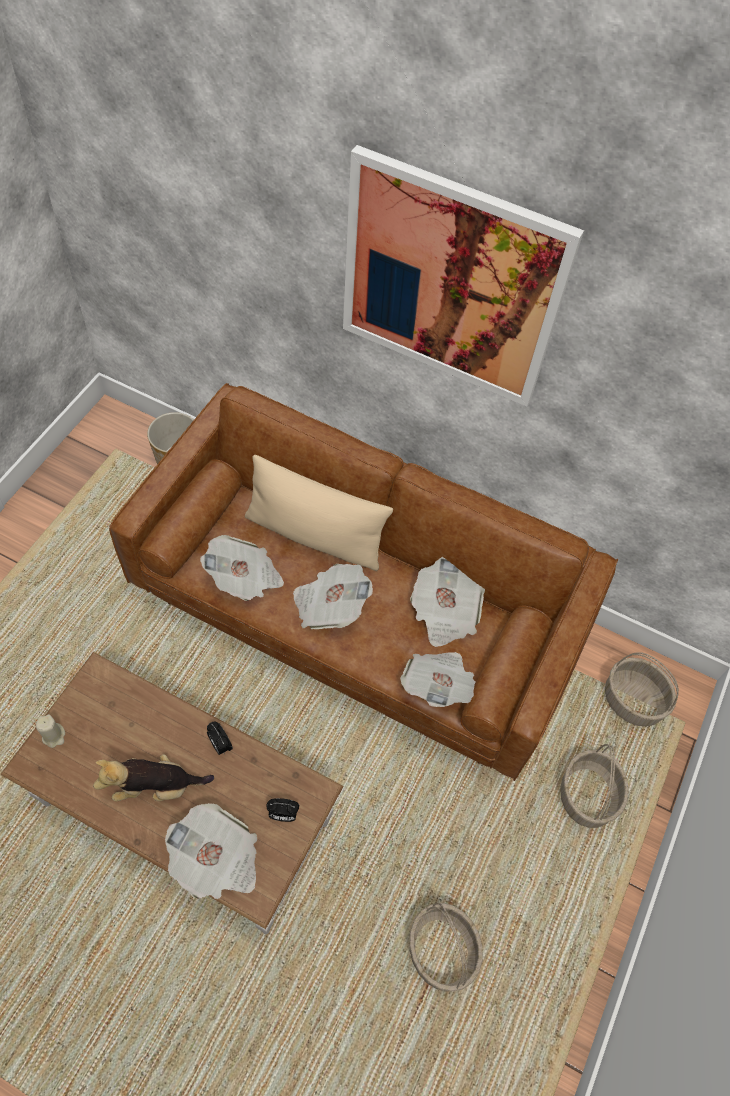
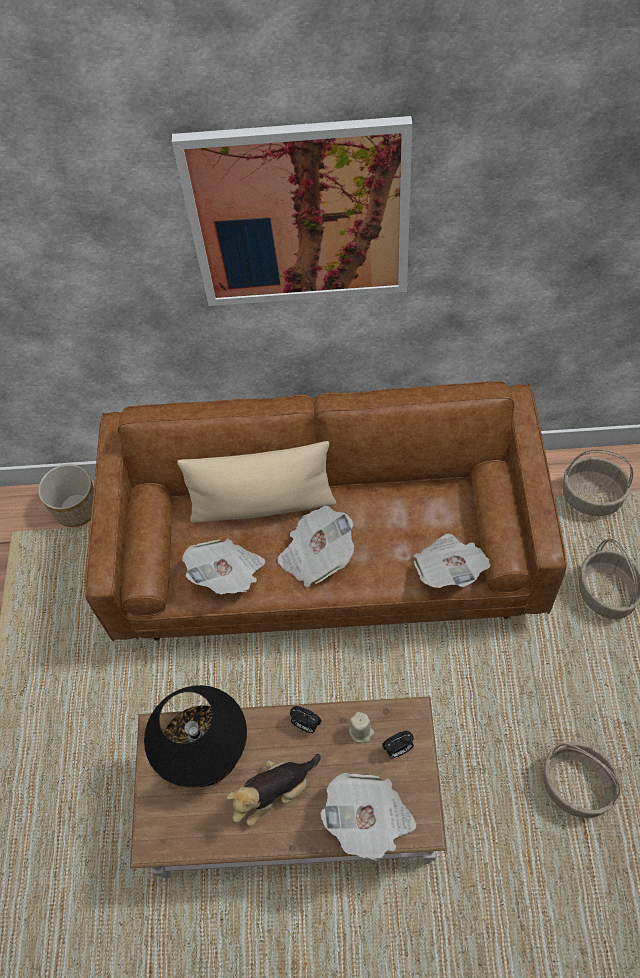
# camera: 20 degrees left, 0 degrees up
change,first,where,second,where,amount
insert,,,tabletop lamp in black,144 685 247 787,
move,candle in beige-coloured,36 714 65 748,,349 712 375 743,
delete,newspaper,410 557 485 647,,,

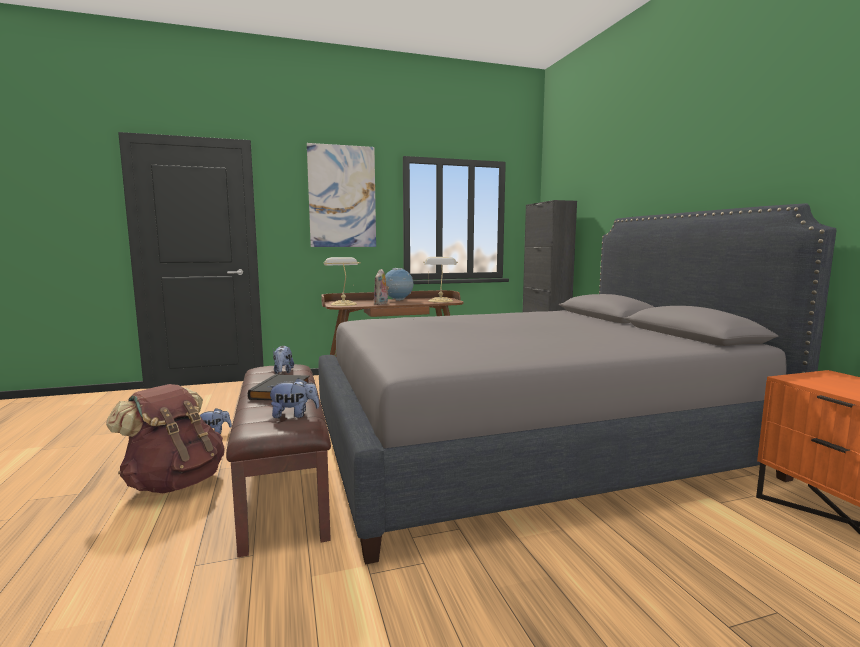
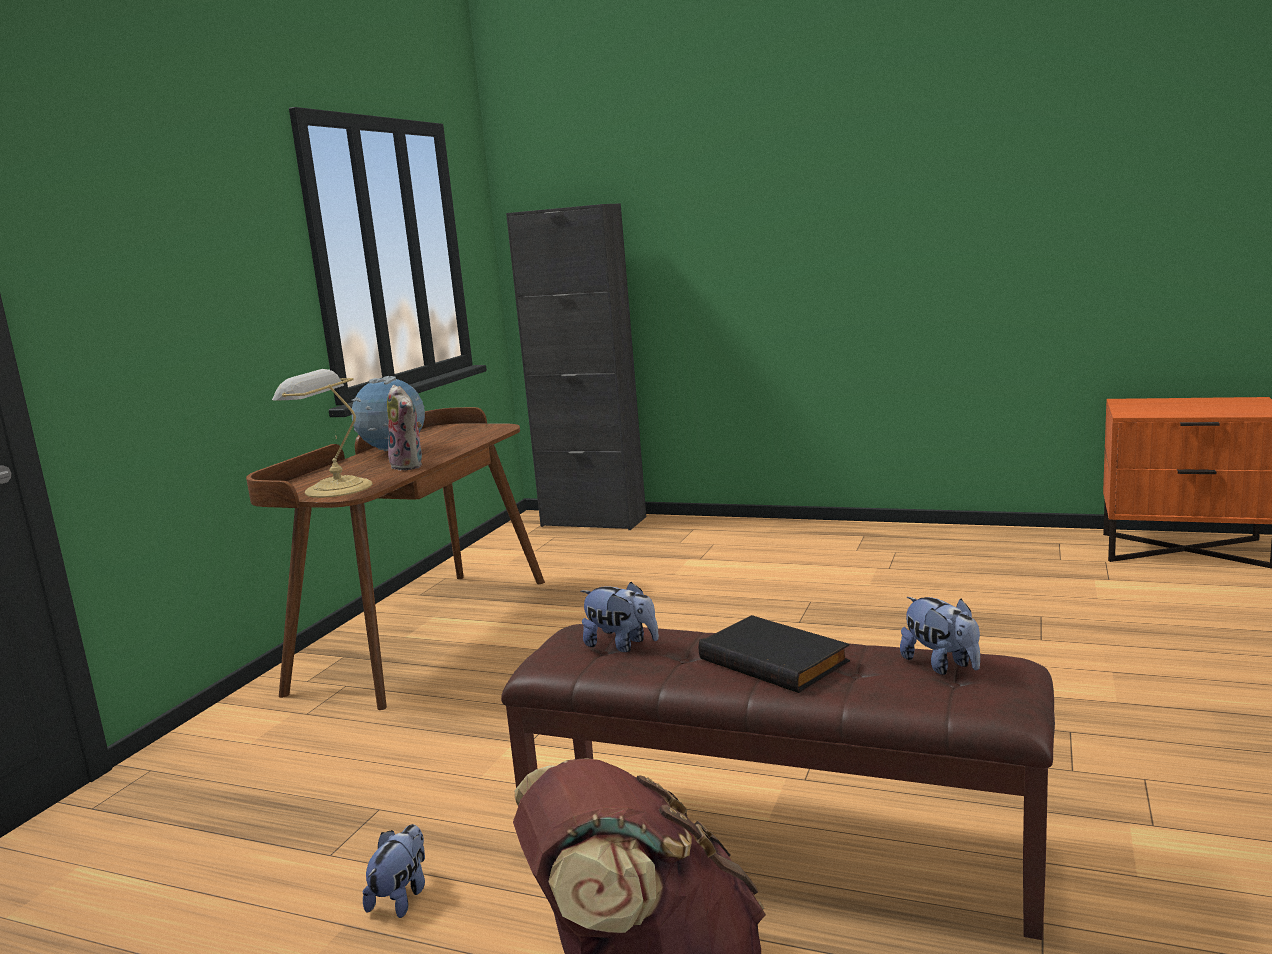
# camera: 50 degrees left, 5 degrees up
change,first,where,second,where,amount
rotate,plush toy,267 378 319 418,,900 597 980 675,120 degrees clockwise
delete,wall art,307 143 376 247,,,
delete,bedroom bed in greyish,318 203 836 564,,,
delete,tabletop lamp,423 257 458 303,,,

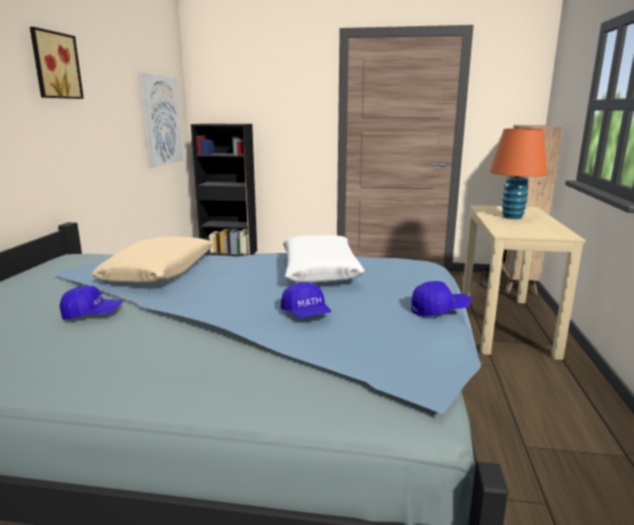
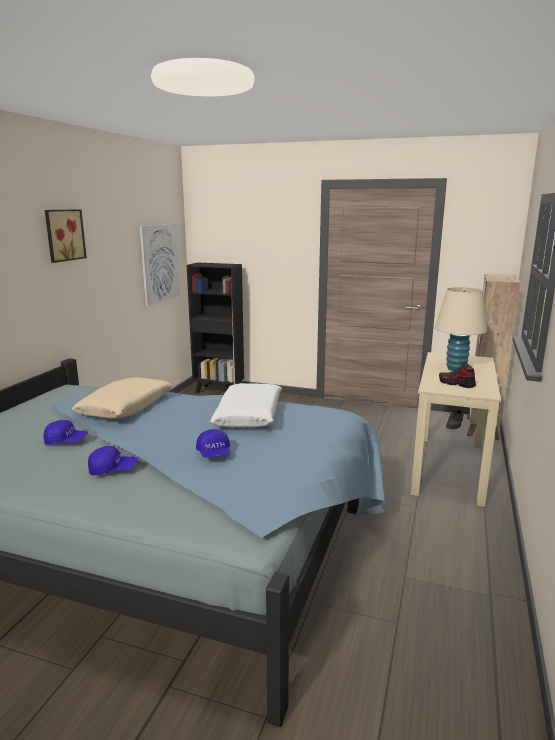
# camera: 10 degrees right, 0 degrees up
change,first,where,second,where,amount
move,peaked cap in blue,411 281 471 317,,88 446 138 475,
recolor,tabletop lamp in orangey,490 128 547 219,tabletop lamp in beige-coloured,435 287 487 371,
insert,,,item of footwear,439 362 476 388,

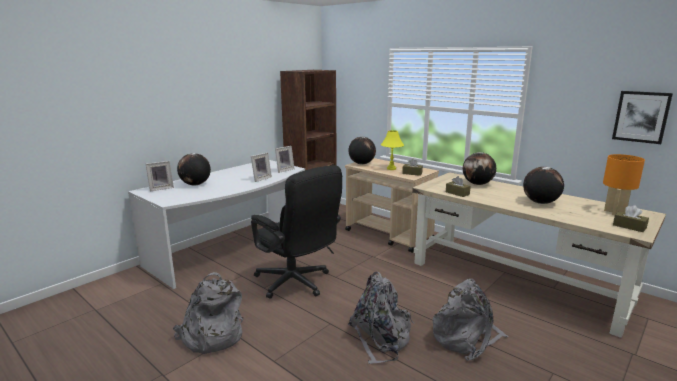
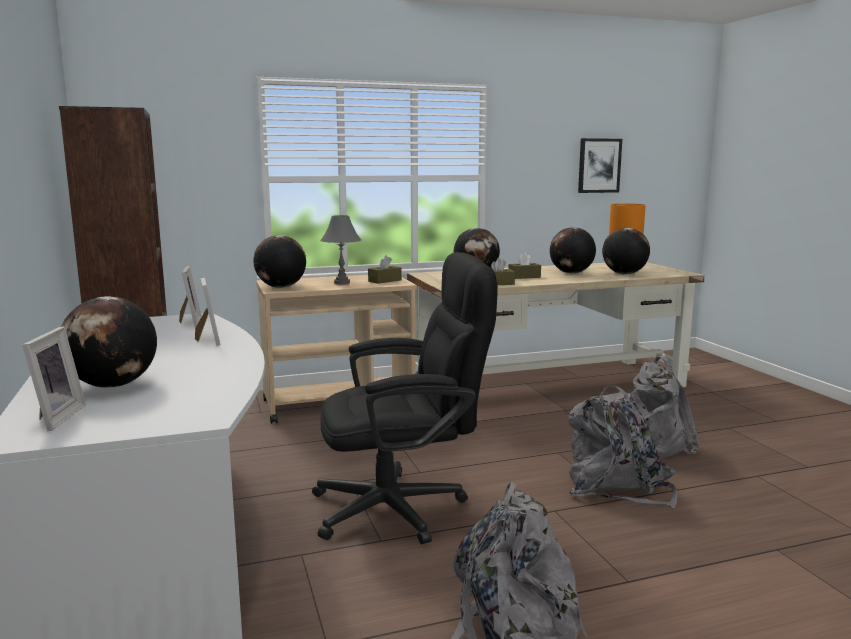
# camera: 60 degrees left, 5 degrees down
change,first,where,second,where,amount
recolor,tabletop lamp in yellow,381 130 404 170,tabletop lamp in greyish,320 215 361 284,
move,tissue holder in brown-coloured,613 205 649 232,,508 252 541 279,
insert,,,desk globe,602 228 650 274,

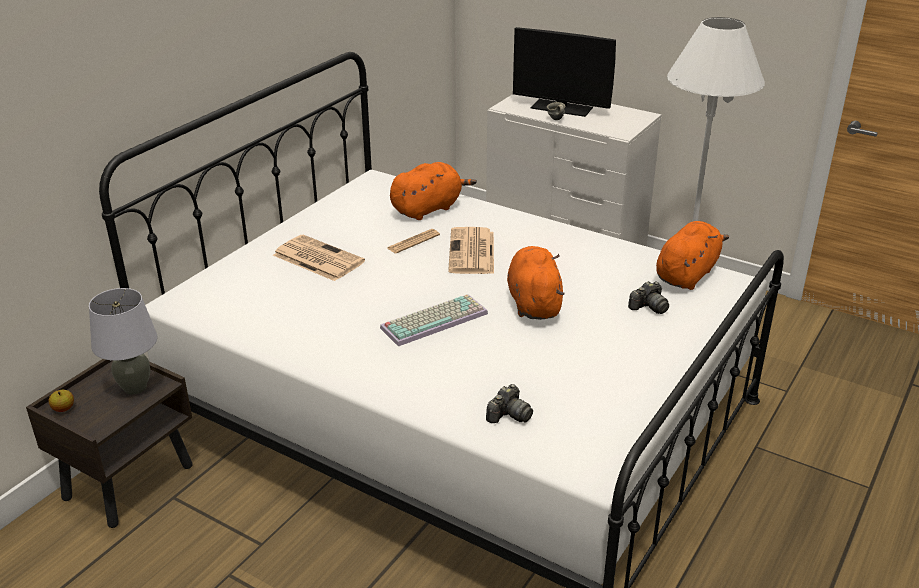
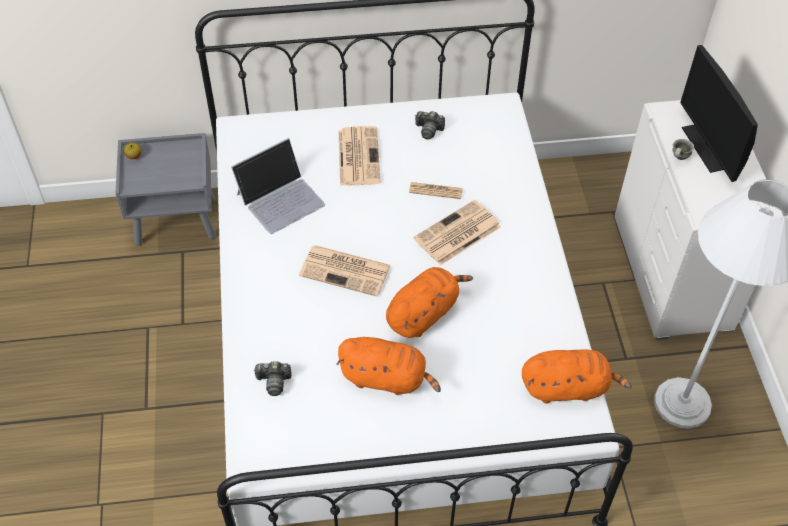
# camera: 50 degrees right, 20 degrees up
change,first,where,second,where,amount
recolor,night table in brown-coloured,26 359 193 528,night table in greyish,116 133 216 246,
insert,,,portable computer,231 138 325 234,
replace,computer keyboard,380 294 488 347,newspaper,299 245 390 297,
move,plush toy in orangey,390 162 477 220,,337 337 441 395,
move,still camera,628 281 669 314,,415 111 445 140,
delete,tabletop lamp in greyish,89 288 157 395,,,

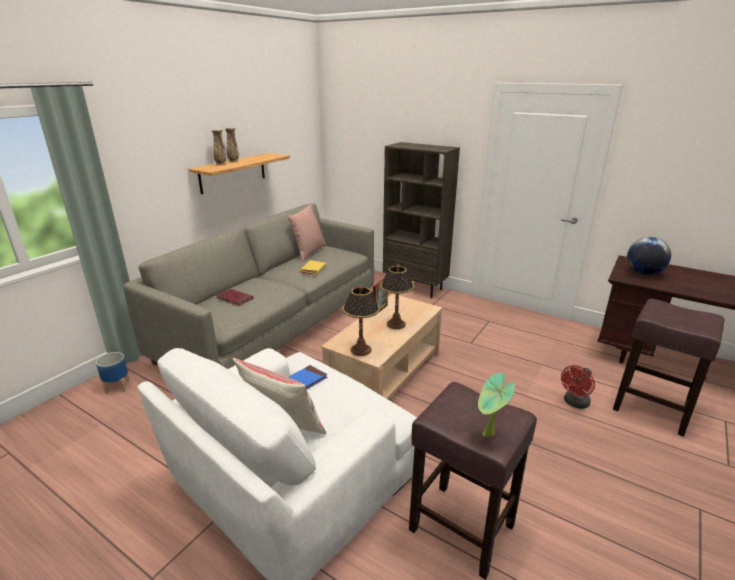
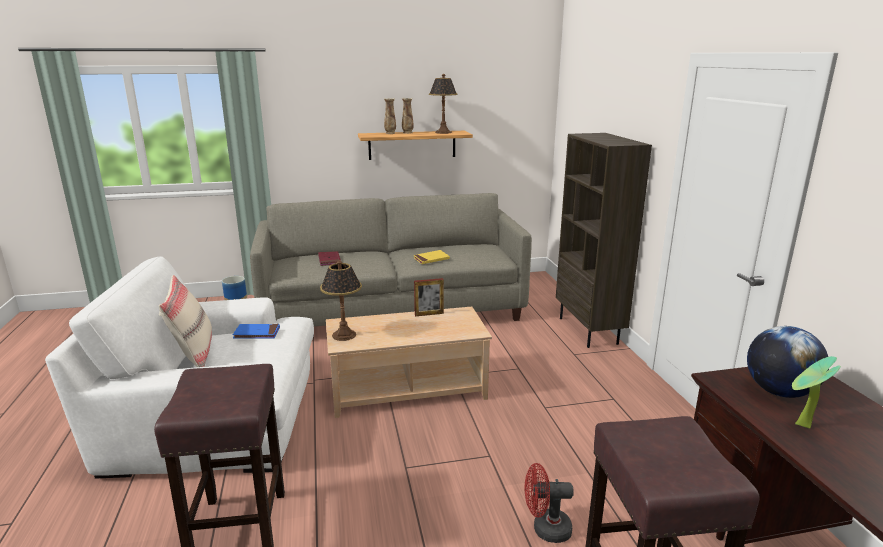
# camera: 45 degrees right, 5 degrees down
change,first,where,second,where,amount
move,tabletop lamp,380 264 414 329,,429 74 457 134,
move,plant in a pot,478 373 515 437,,792 356 841 428,
delete,cushion in pinkish,287 205 326 261,,,

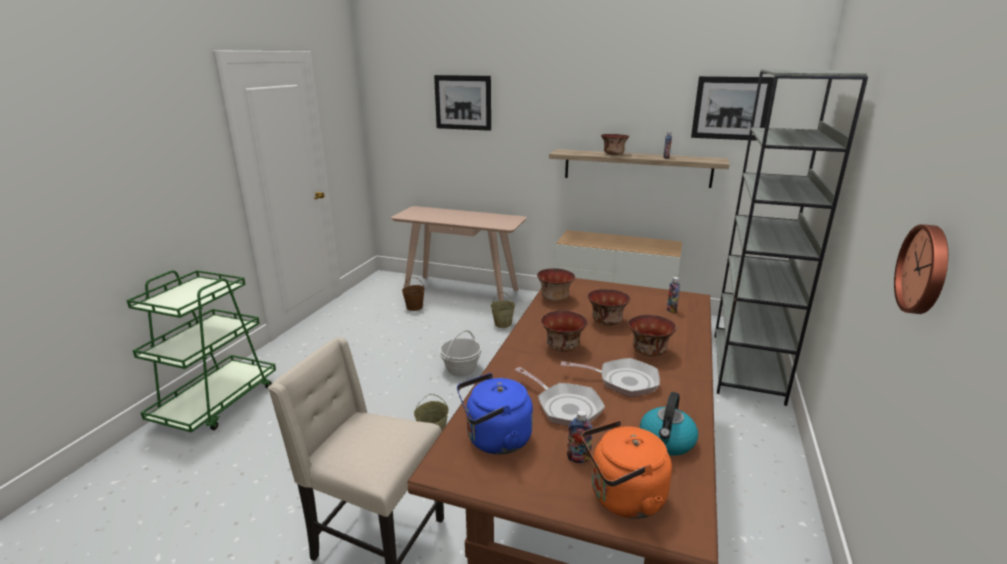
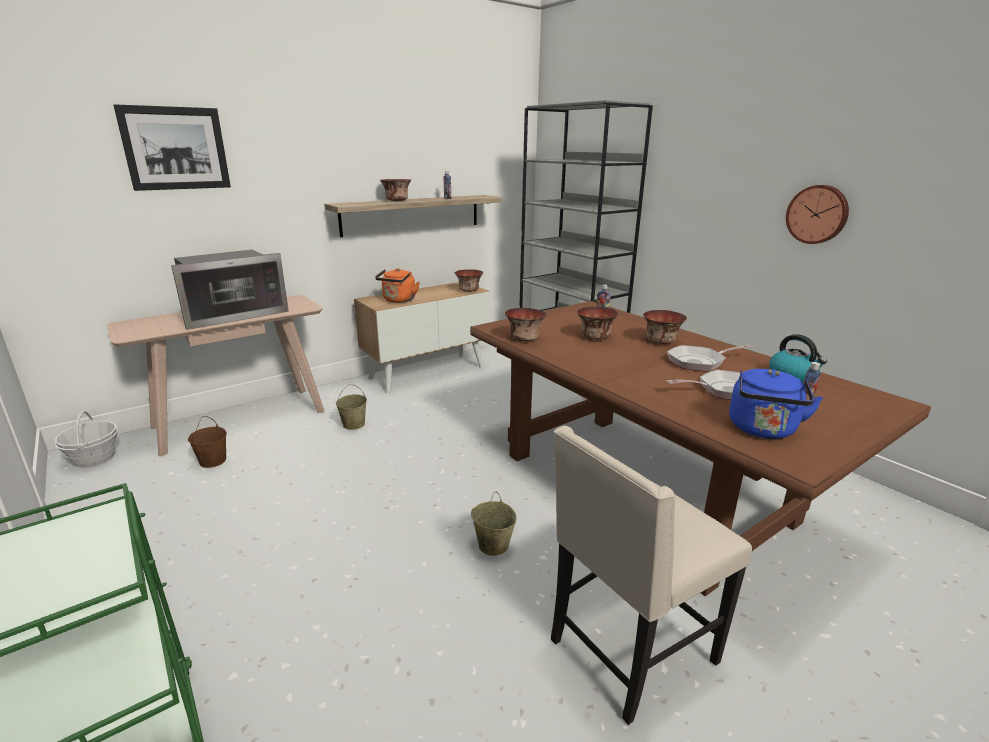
# camera: 55 degrees left, 0 degrees up
change,first,where,second,where,amount
move,basket,439 330 482 376,,54 410 118 468,
insert,,,kitchen microwave,171 250 289 330,
move,kettle in orangey,581 420 672 519,,375 268 420 303,
move,serving bowl,541 310 588 352,,455 269 483 292,
rotate,frying pan,561 358 660 397,,667 345 752 372,150 degrees counterclockwise
delete,wall art,691 76 774 141,,,

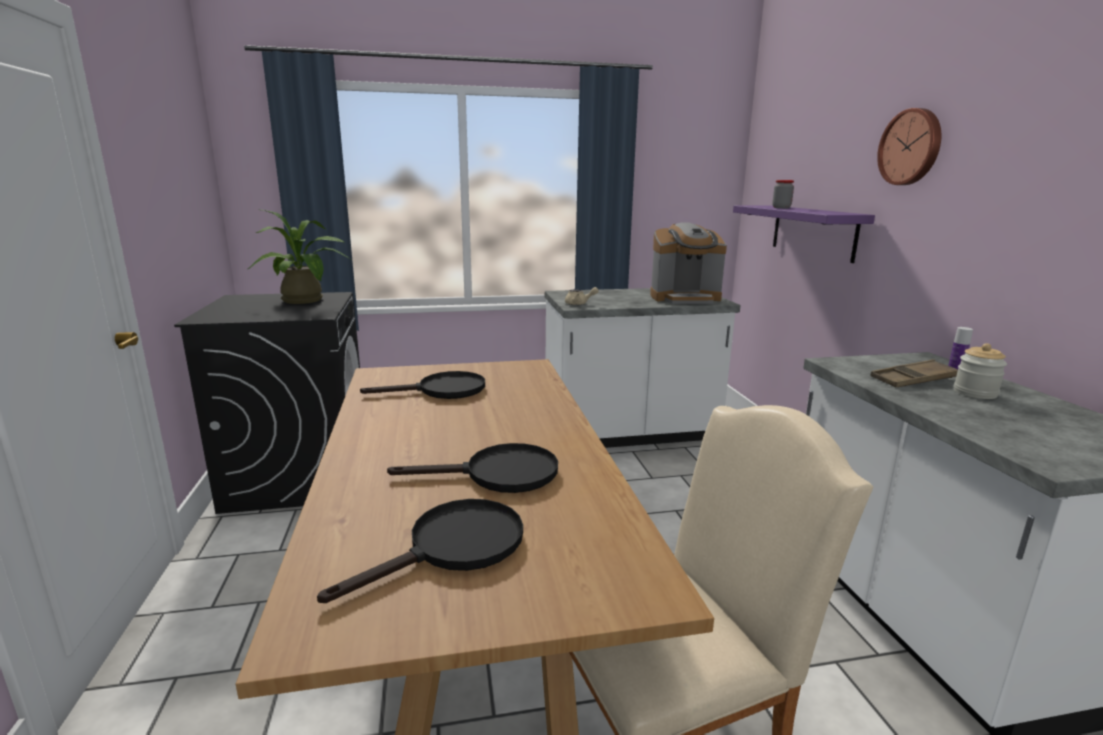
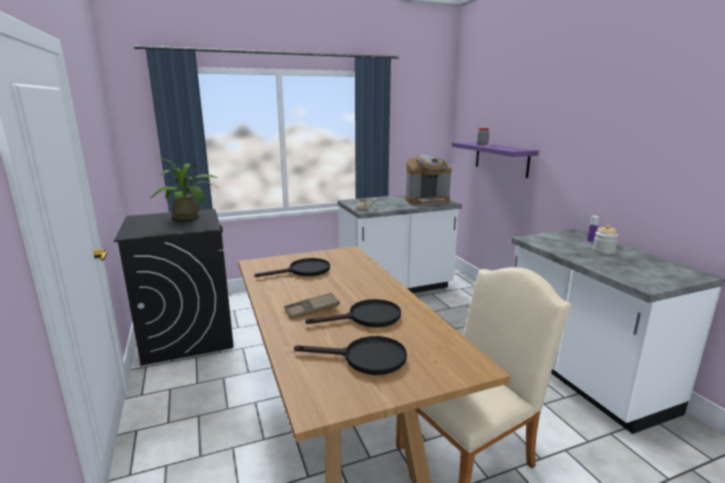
# camera: 10 degrees left, 0 degrees up
change,first,where,second,where,amount
move,carrying tray in brown-coloured,870 359 958 387,,284 293 340 319,
rotate,frying pan in black,317 499 523 603,,294 336 407 375,60 degrees clockwise
delete,hanging clock,877 108 941 185,,,

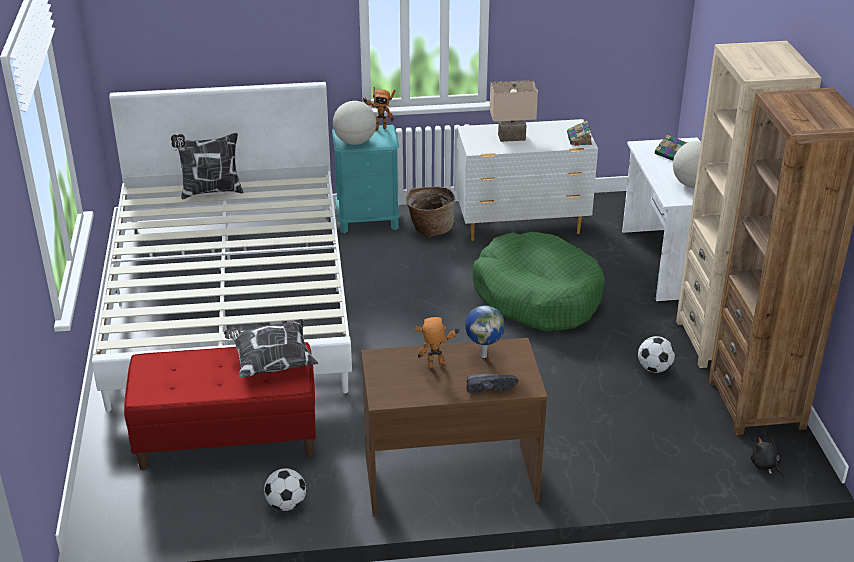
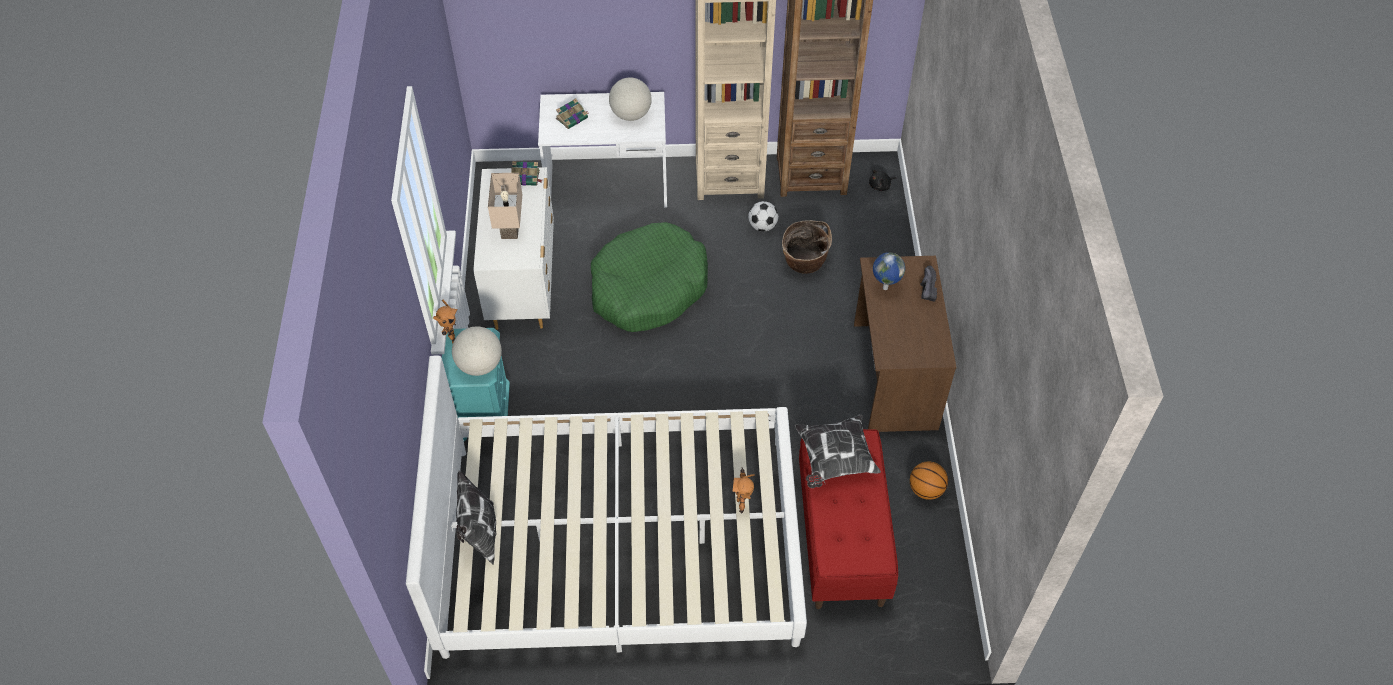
# camera: 85 degrees left, 20 degrees up
change,first,where,second,where,amount
move,toy robot,415 317 460 368,,732 467 755 514,
move,basket,406 187 455 238,,782 220 832 274,
replace,football,264 468 306 511,basketball,910 461 948 500,

